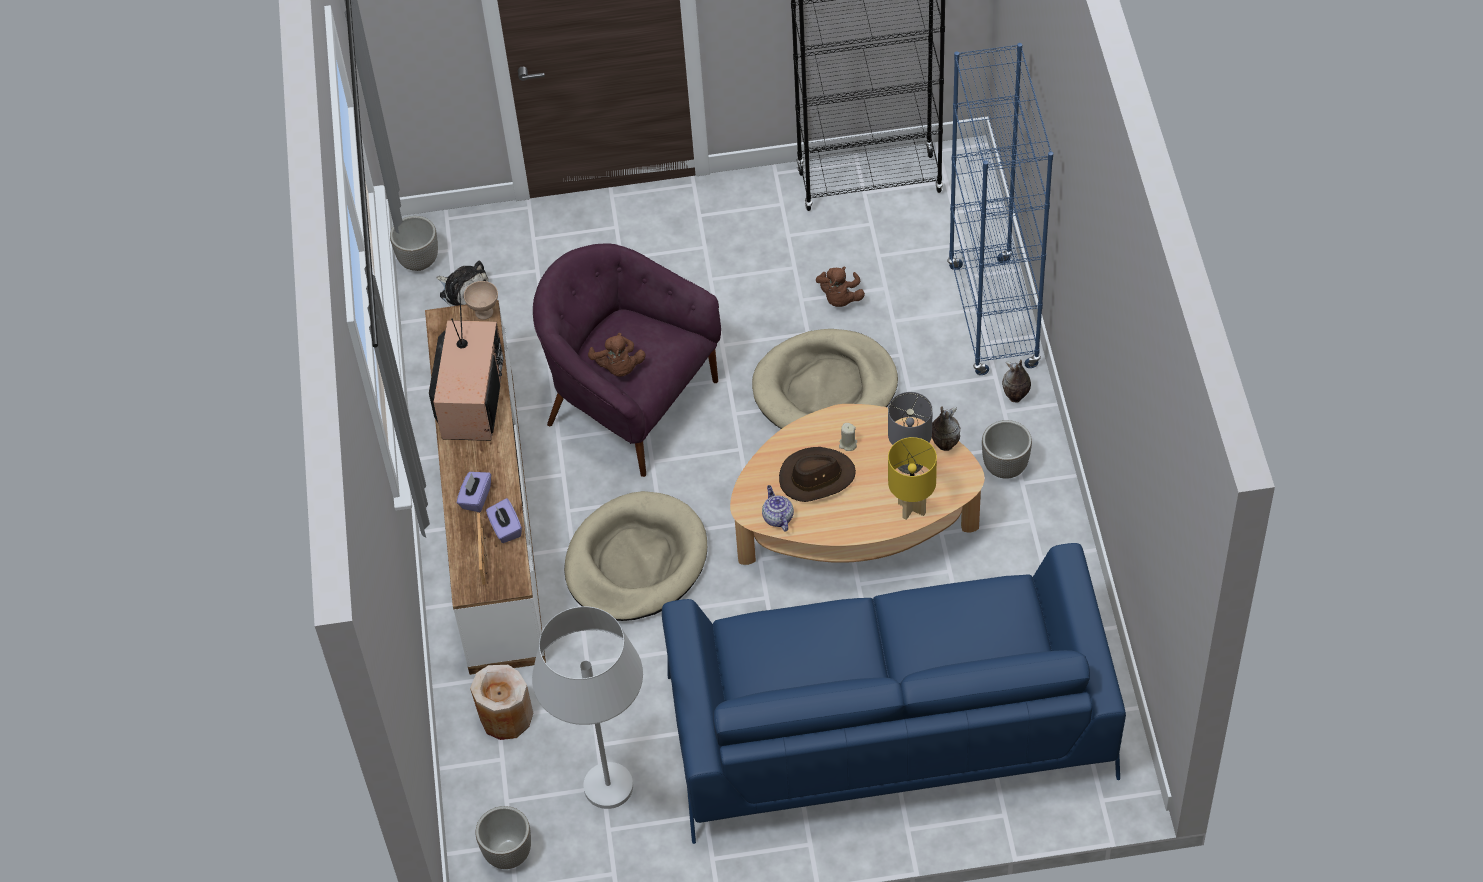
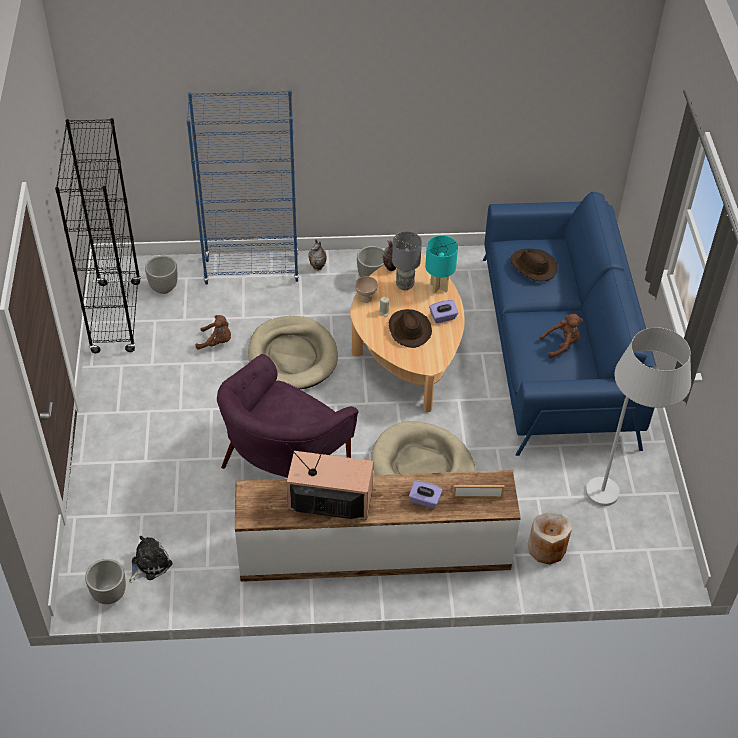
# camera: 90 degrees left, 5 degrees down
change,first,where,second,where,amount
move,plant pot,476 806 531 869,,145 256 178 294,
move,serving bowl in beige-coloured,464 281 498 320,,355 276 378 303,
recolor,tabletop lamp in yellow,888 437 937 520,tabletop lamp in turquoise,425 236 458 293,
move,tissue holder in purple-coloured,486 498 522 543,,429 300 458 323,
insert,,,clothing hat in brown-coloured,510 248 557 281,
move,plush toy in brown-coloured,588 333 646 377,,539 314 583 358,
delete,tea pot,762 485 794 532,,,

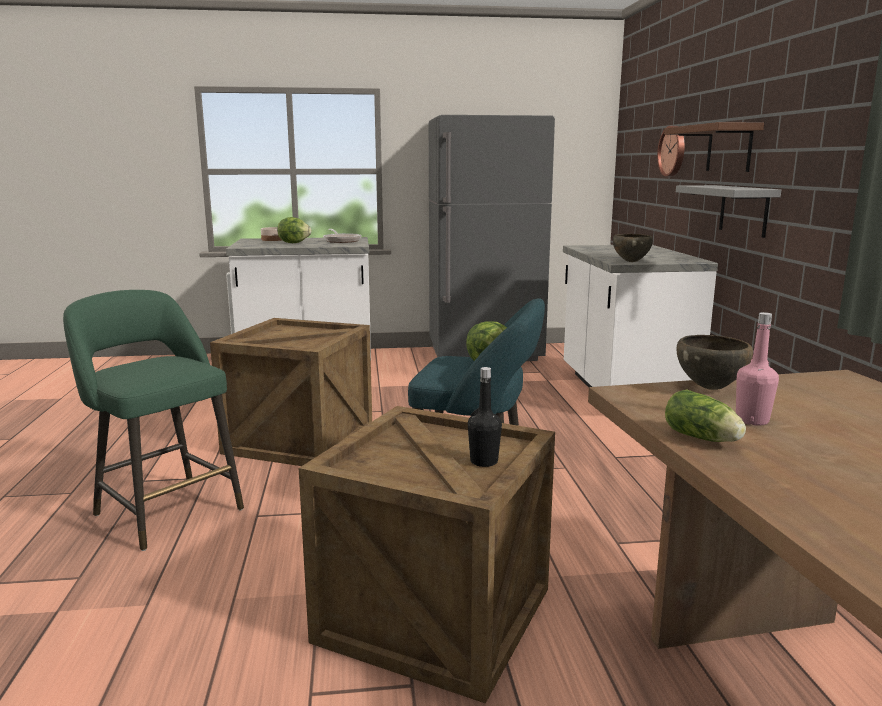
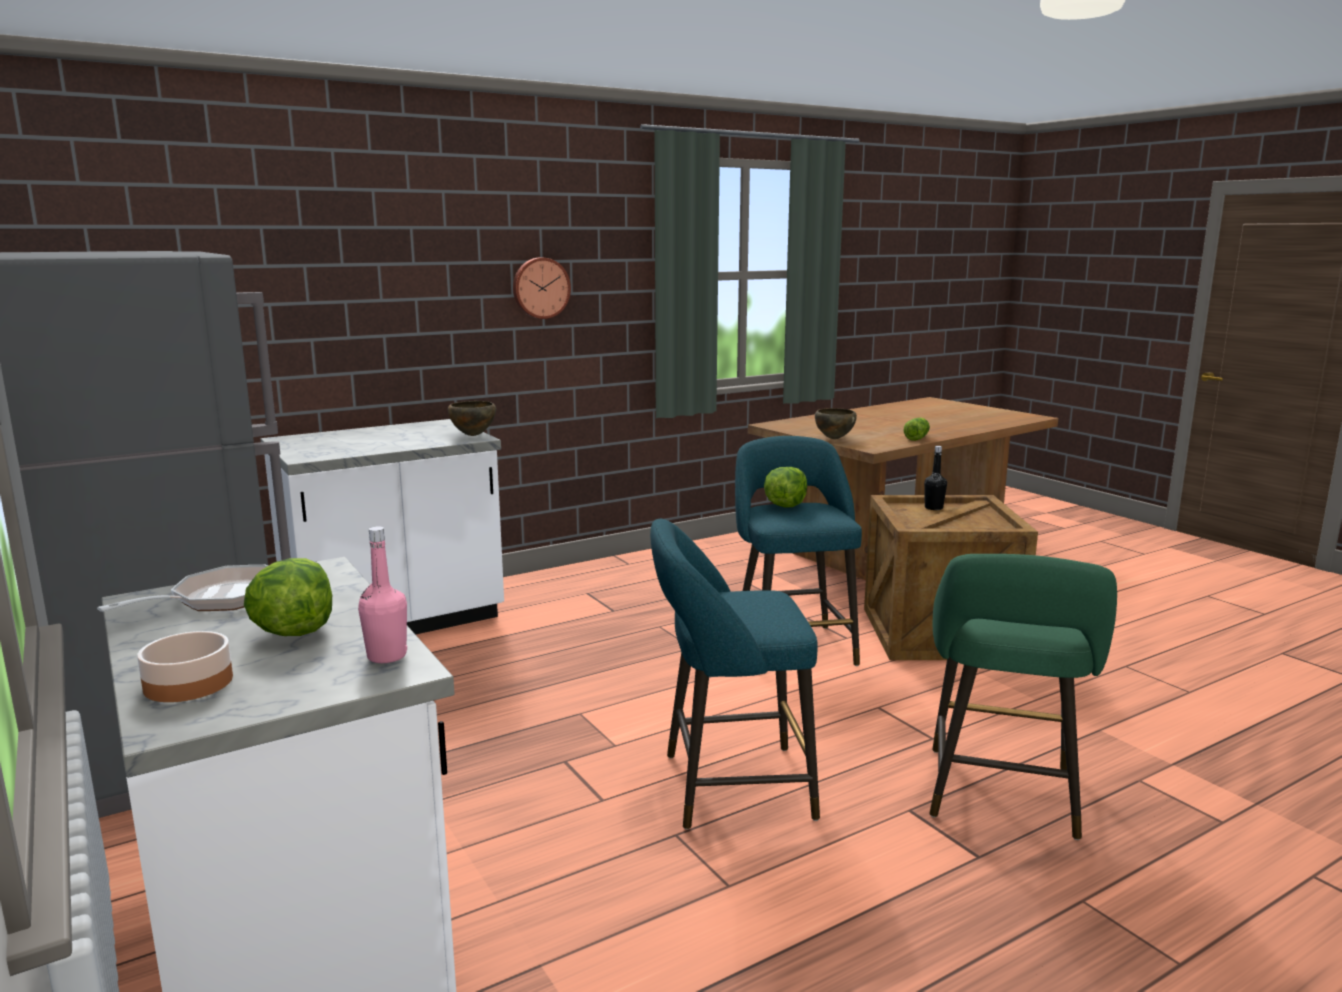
# camera: 115 degrees left, 0 degrees up
change,first,where,second,where,amount
move,drink bottle in pinkish,736 312 779 426,,358 526 407 663,
move,hanging clock,657 126 685 176,,513 258 571 319,
replace,packing crate,210 318 372 466,stool in turquoise,650 519 820 830,
delete,shelf in brown-coloured,664 122 764 172,,,
delete,shelf in greyish,676 185 781 238,,,

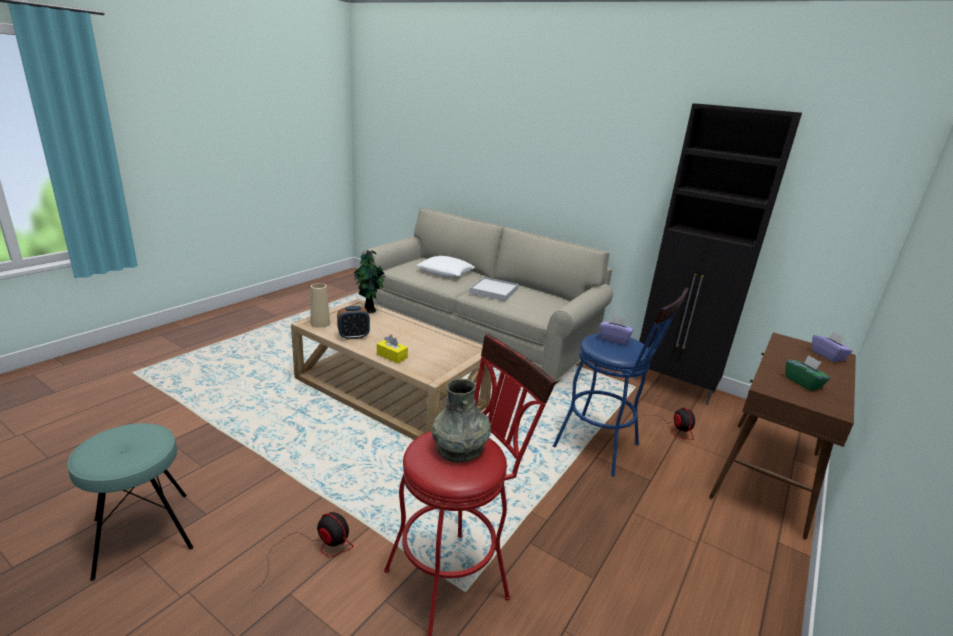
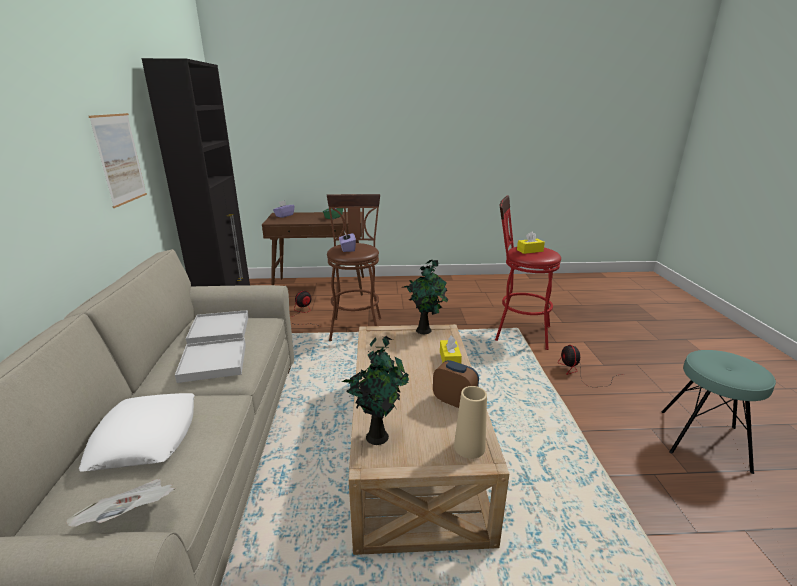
# camera: 125 degrees left, 0 degrees up
change,first,where,second,where,amount
insert,,,newspaper,67 479 176 527,
insert,,,wall art,89 113 147 208,
insert,,,carrying tray in white-coloured,186 310 249 344,
recolor,stool in blue,553 288 689 476,stool in brown-coloured,327 194 381 341,
insert,,,plant in a pot,404 260 448 334,
replace,vase in greyish,432 378 491 462,tissue holder in yellow,517 231 545 254,

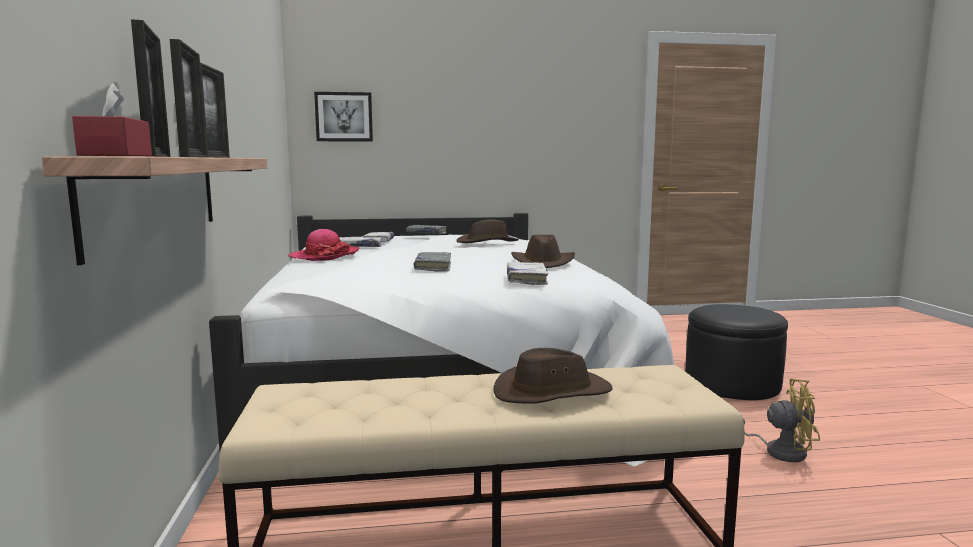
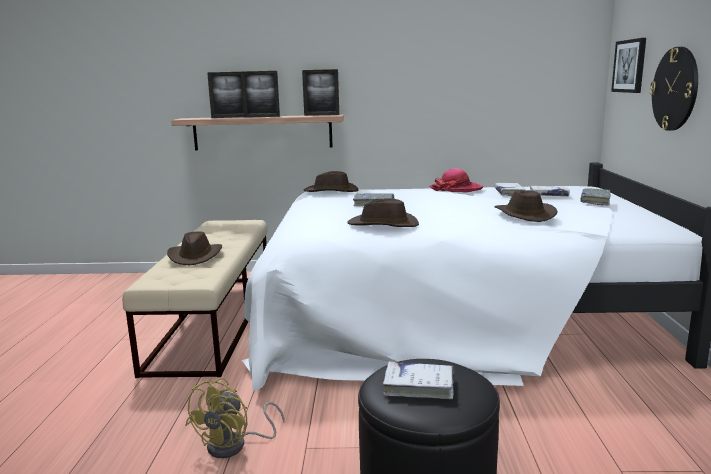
# camera: 100 degrees right, 5 degrees up
change,first,where,second,where,amount
insert,,,clothing hat in brown-coloured,304 171 358 192,
move,book in white-coloured,507 262 548 285,,382 362 454 399,
insert,,,hanging clock,650 47 698 131,
delete,tissue holder in red-coloured,72 83 152 156,,,

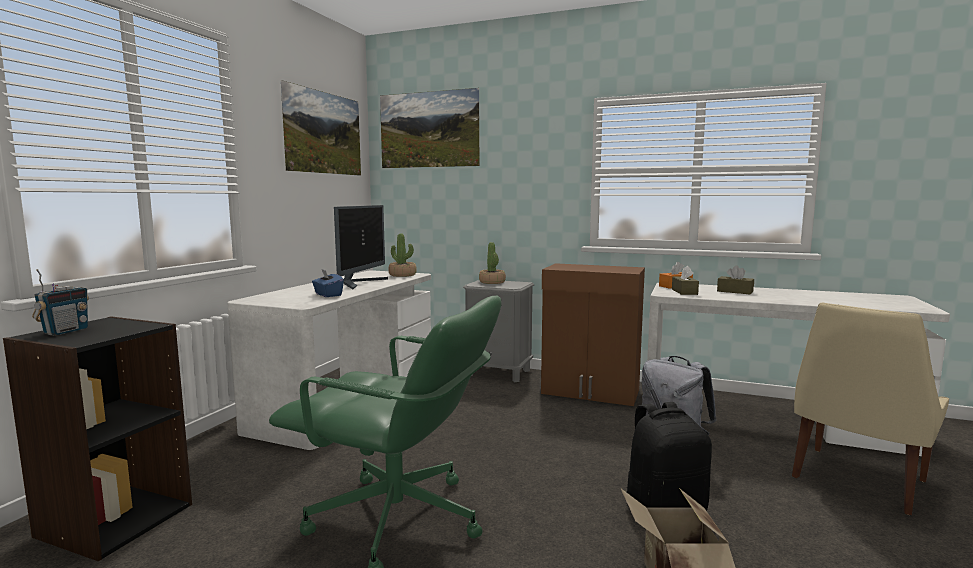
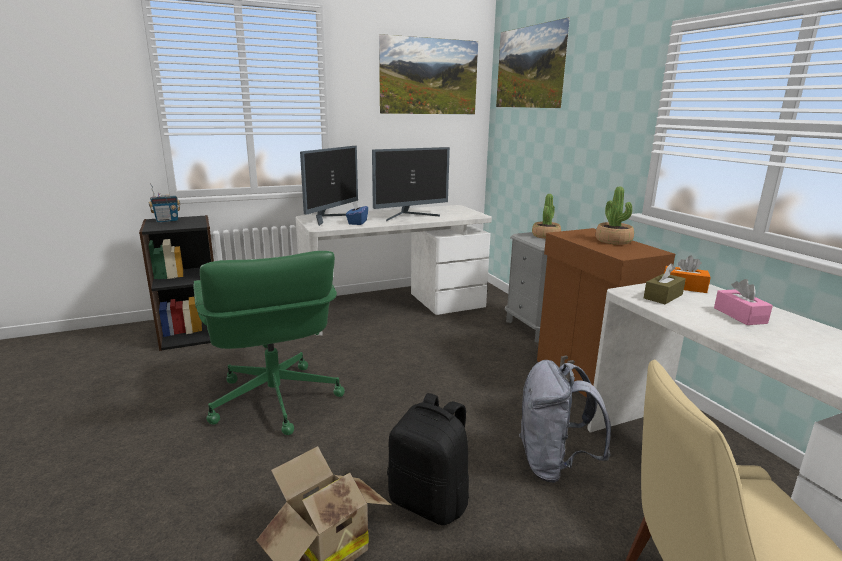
# camera: 45 degrees right, 10 degrees up
change,first,where,second,where,amount
insert,,,monitor,300 146 358 226,
move,plant in a pot,388 234 417 277,,596 187 634 245,
recolor,tissue holder in brown-coloured,717 266 754 294,tissue holder in pinkish,714 279 773 325,

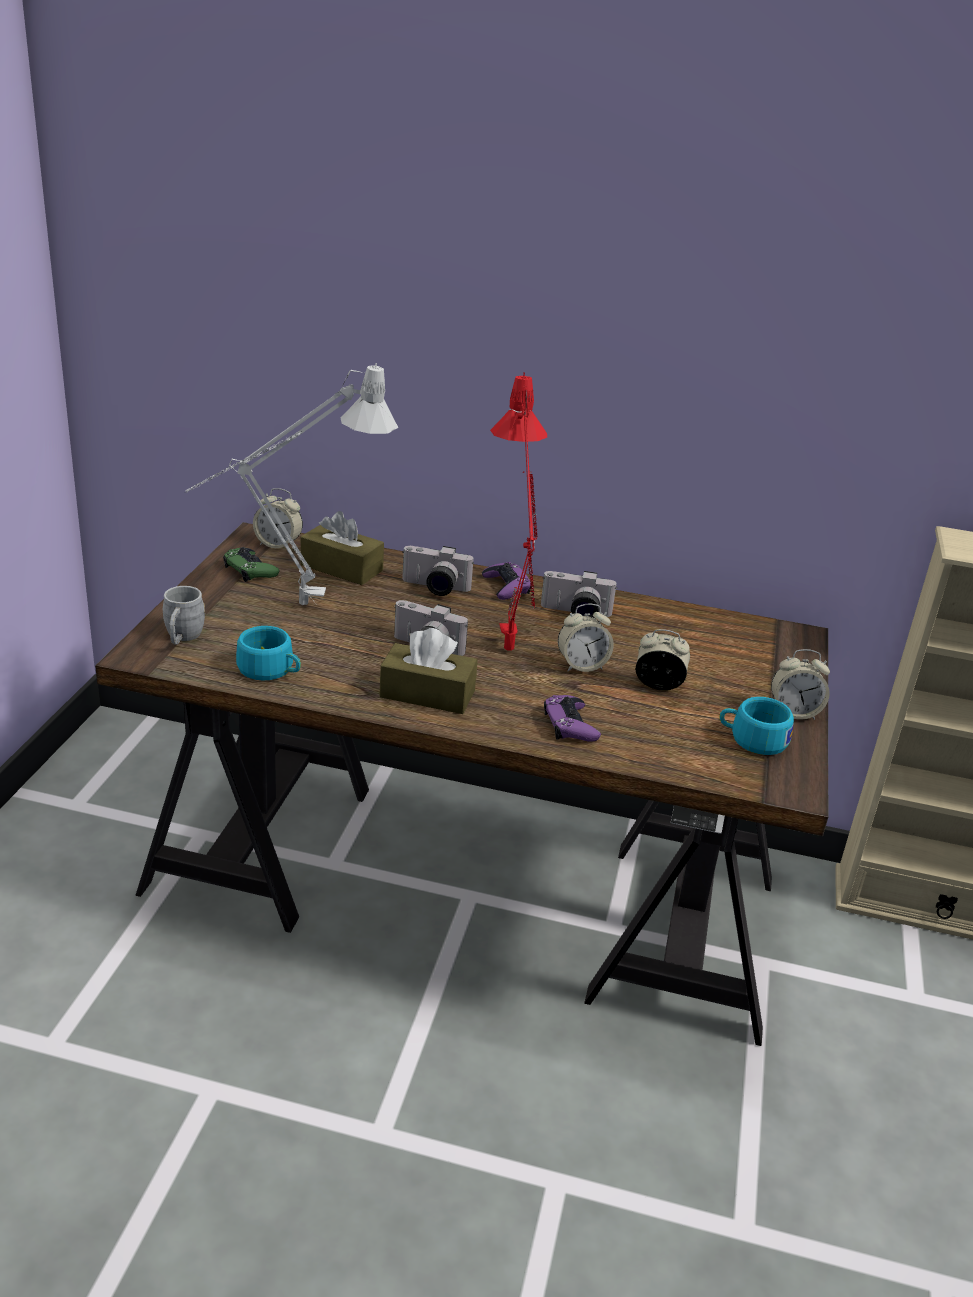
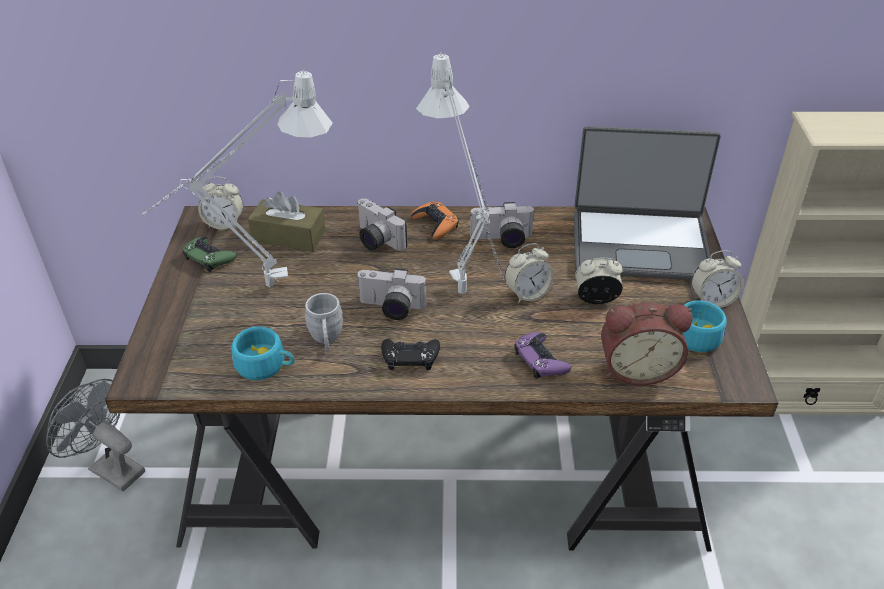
# camera: 10 degrees left, 10 degrees up
change,first,where,second,where,amount
insert,,,electric fan in greyish,46 379 145 491,
move,tea mug in greyish,163 586 205 645,,305 293 343 351,
rotate,still camera,402 546 474 596,,357 198 408 251,45 degrees clockwise
replace,tissue holder in brown-coloured,379 628 477 714,gamepad in black,381 339 440 370,
recolor,gamepad in purple-coloured,482 562 531 600,gamepad in orangey,411 201 459 239,
recolor,tabletop lamp in red-coloured,490 372 547 651,tabletop lamp in greyish,416 52 504 294,
insert,,,portable computer,574 126 721 280,
insert,,,table clock,601 302 693 385,

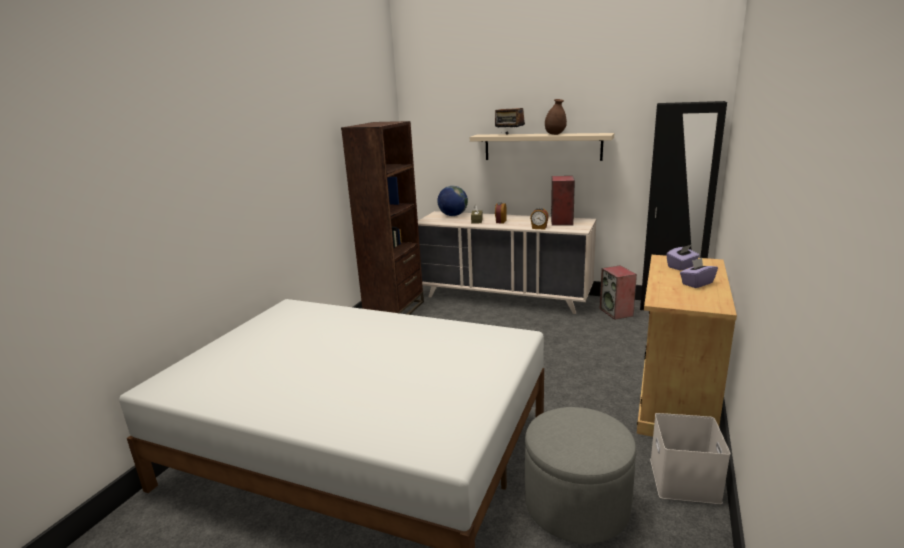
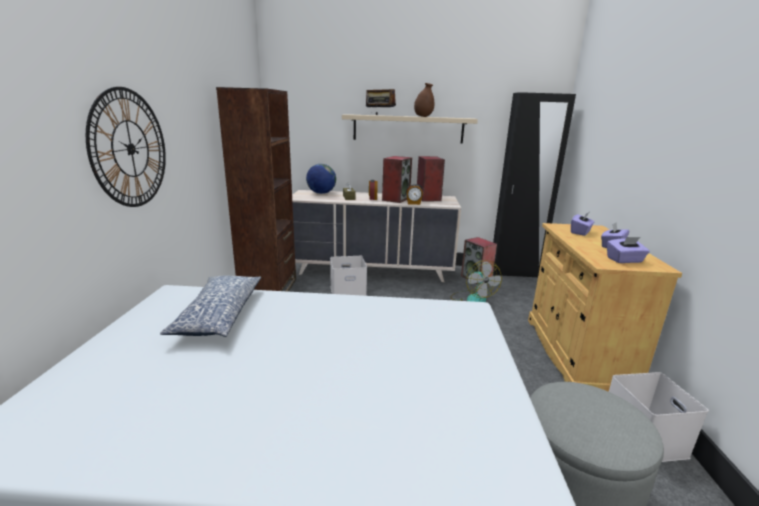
# camera: 20 degrees left, 0 degrees up
change,first,where,second,where,amount
insert,,,hanging clock,86 87 166 207,
insert,,,cushion,160 275 261 337,
insert,,,storage bin in white-coloured,330 256 367 296,
insert,,,loudspeaker,382 156 412 203,
insert,,,electric fan,450 260 502 302,
insert,,,tissue holder in purple-coloured,607 237 650 263,

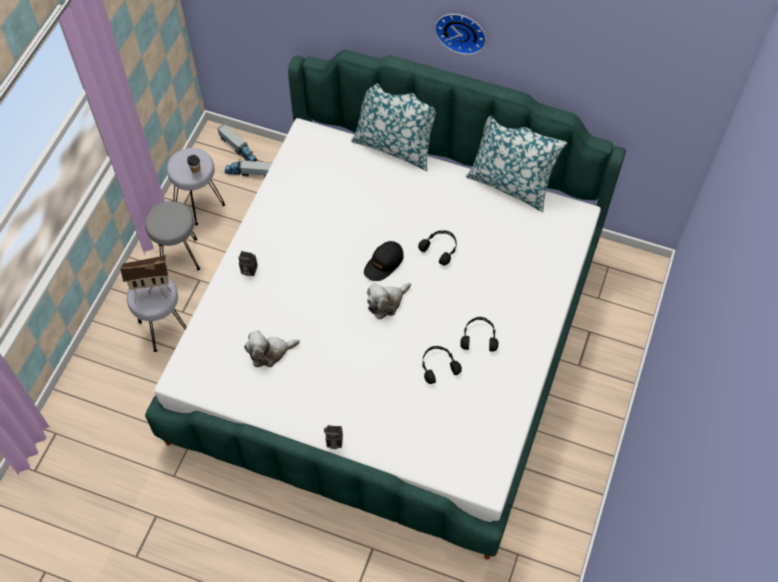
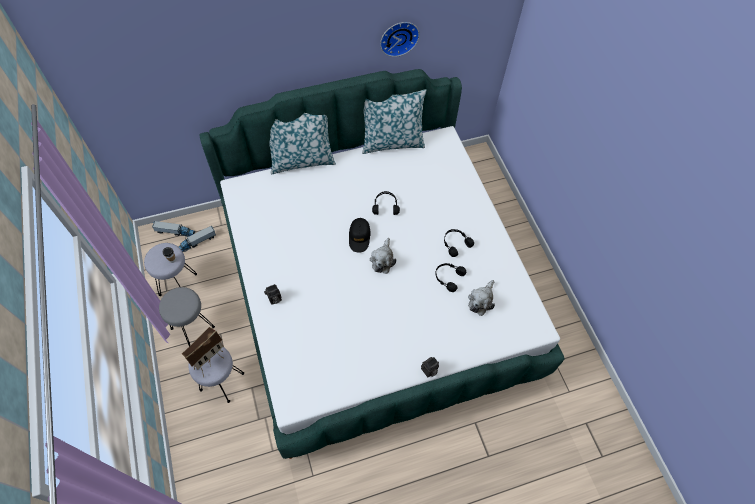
# camera: 40 degrees left, 0 degrees up
change,first,where,second,where,amount
move,hanging clock,435 14 486 55,,380 22 419 57,
move,plush toy,244 330 300 367,,468 280 495 316,

